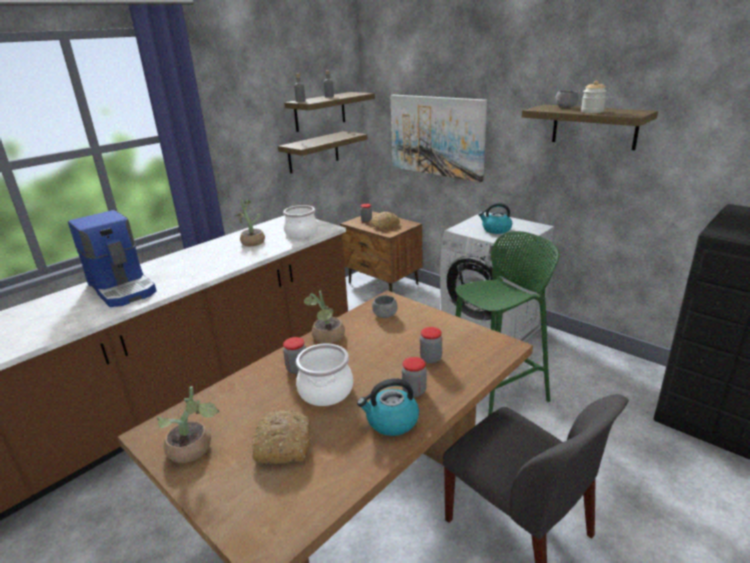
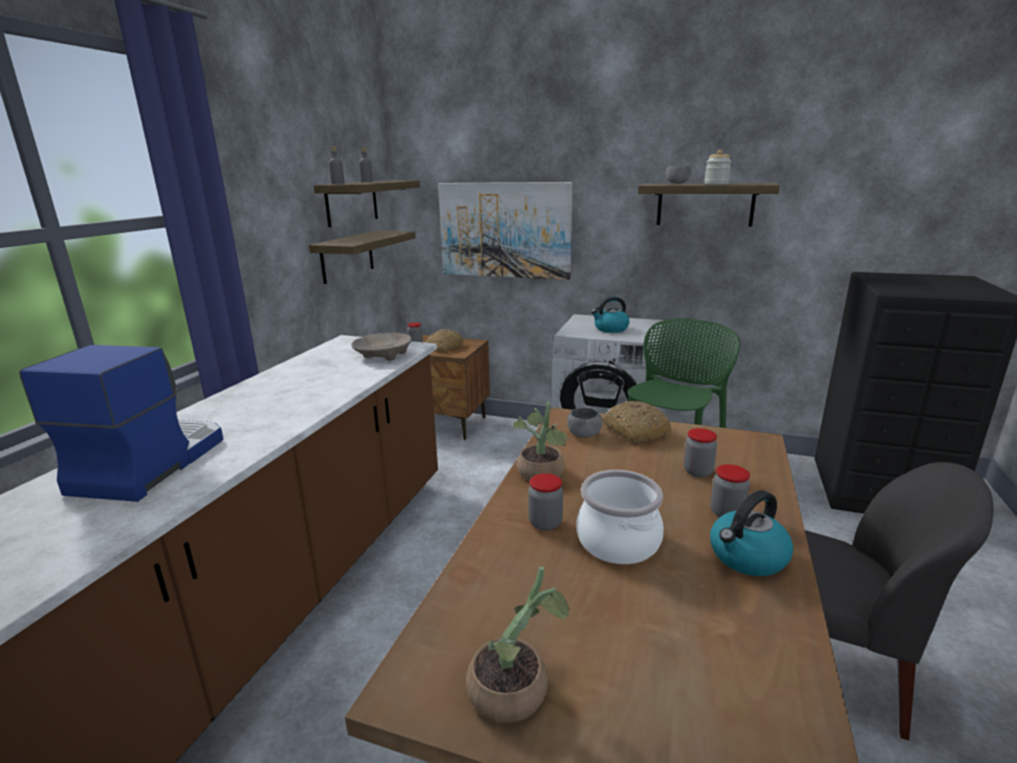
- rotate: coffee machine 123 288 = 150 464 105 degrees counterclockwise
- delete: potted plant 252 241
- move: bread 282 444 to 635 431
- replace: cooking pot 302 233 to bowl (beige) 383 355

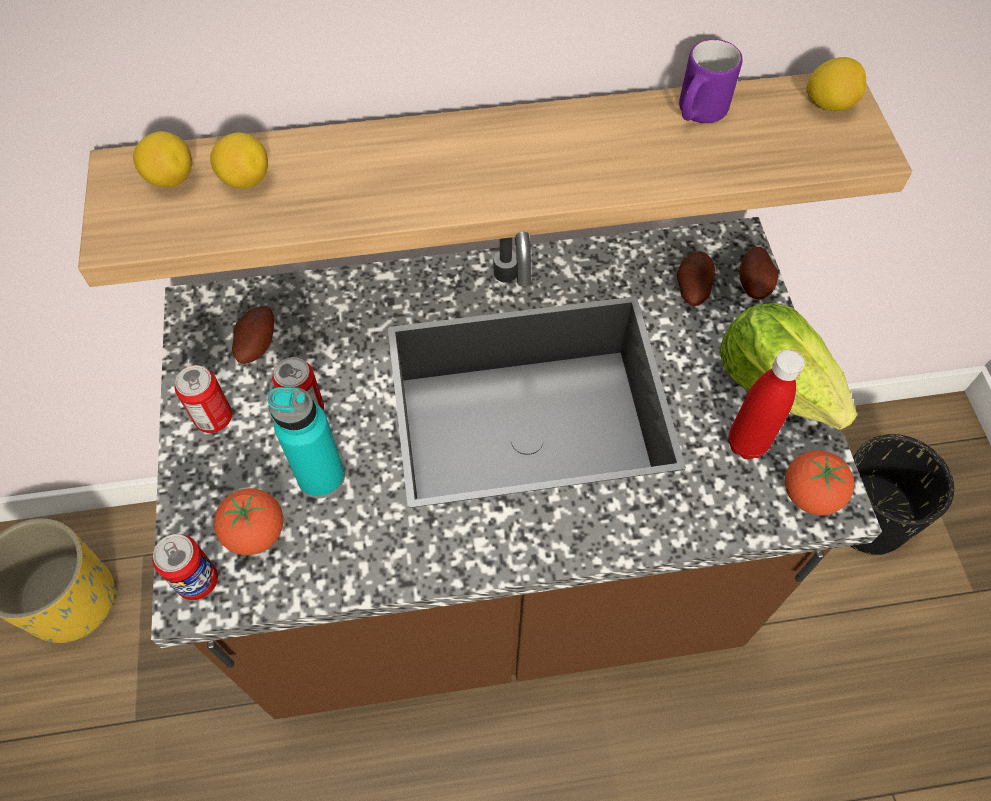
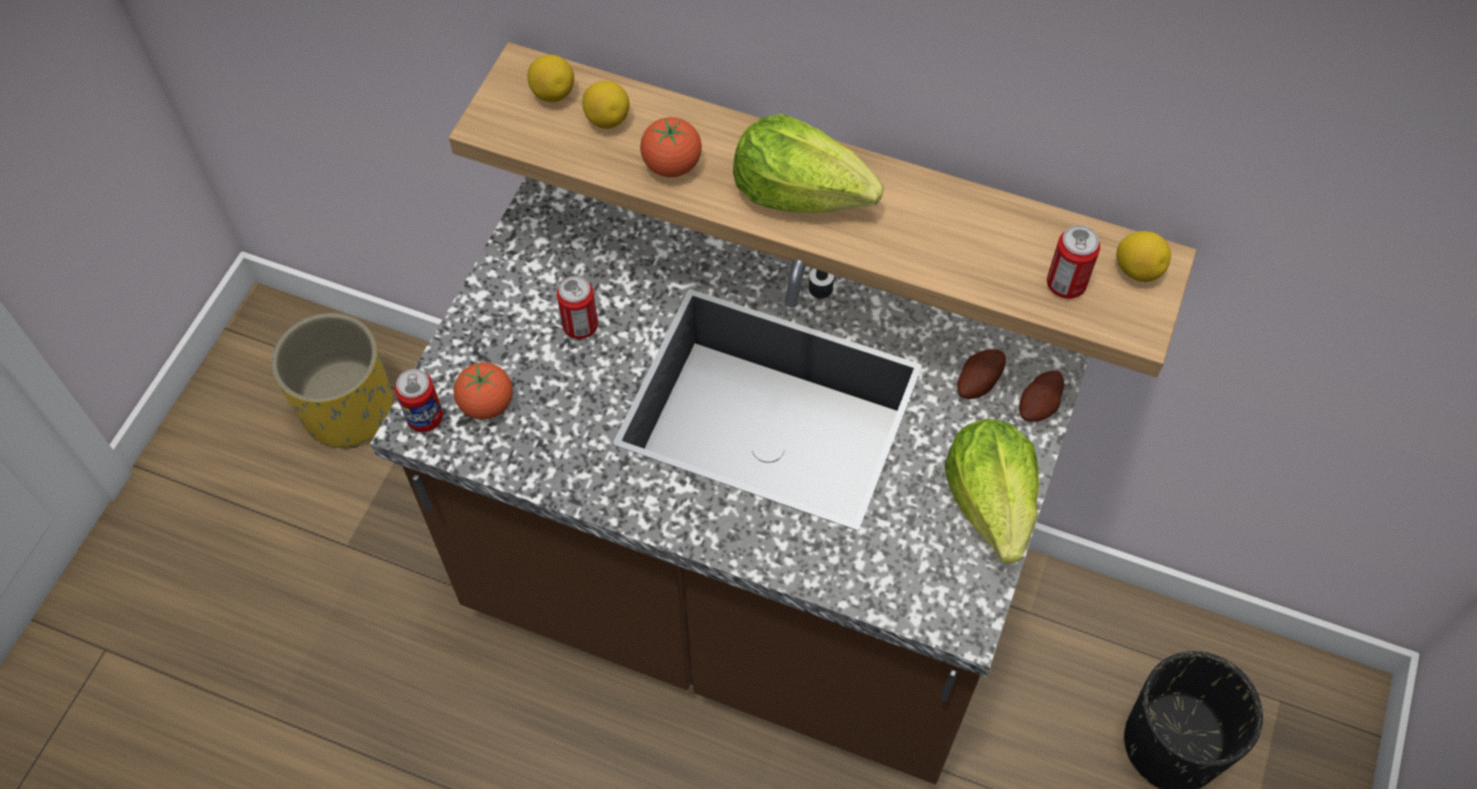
- move: can 214 418 to 1066 284
- delete: potato 256 344
- delete: bottle (turquoise) 321 477
- delete: mug (purple) 697 114
- delete: bottle (red) 746 444
- move: tomato 810 495 to 672 165
- insert: lettuce 801 192

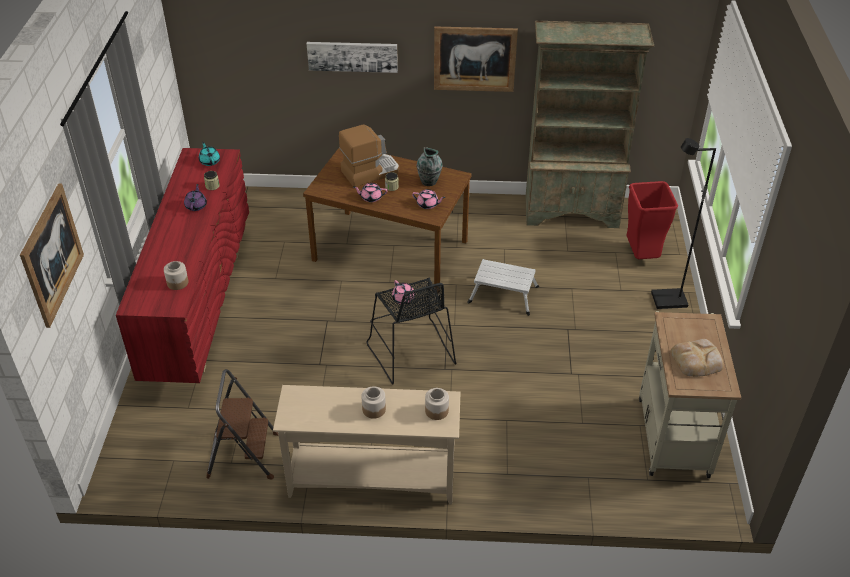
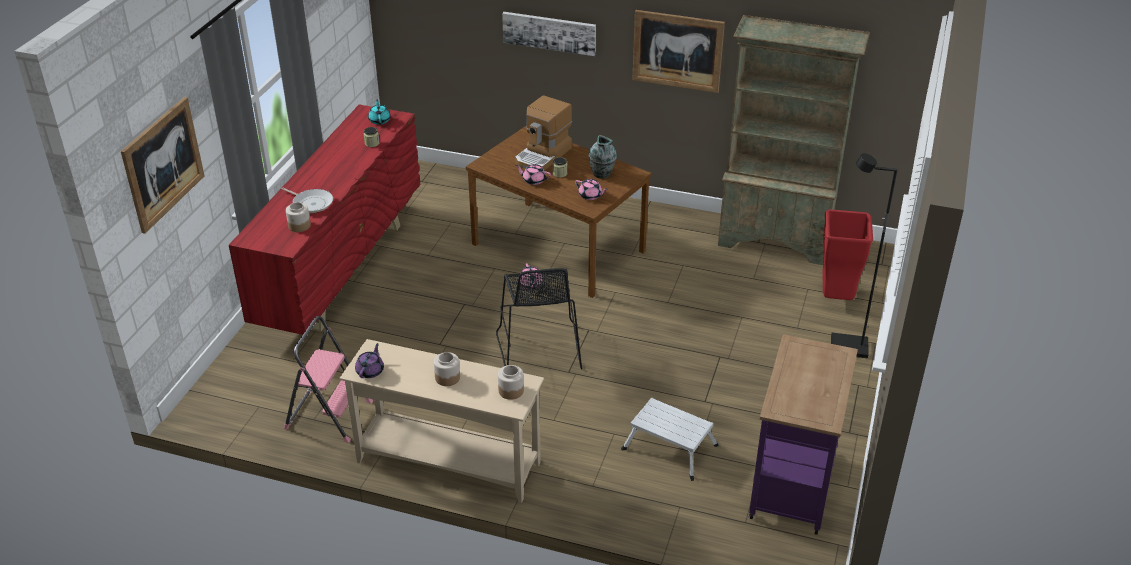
- move: teapot (purple) 196 206 to 370 371
- recolor: step ladder (brown) 240 454 to step ladder (pink) 325 413
- rotate: coffee machine 370 172 = 543 156 135 degrees clockwise
- move: step ladder (white) 504 294 to 670 447
- recolor: cart (beige) 672 434 to cart (purple) 793 483
- delete: bread 697 361
- insert: frying pan 311 203

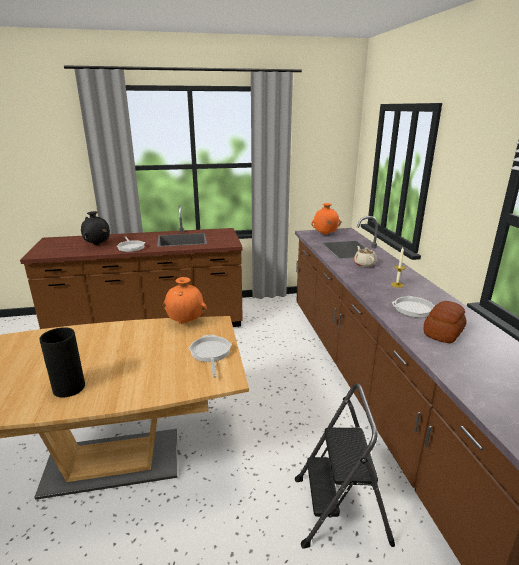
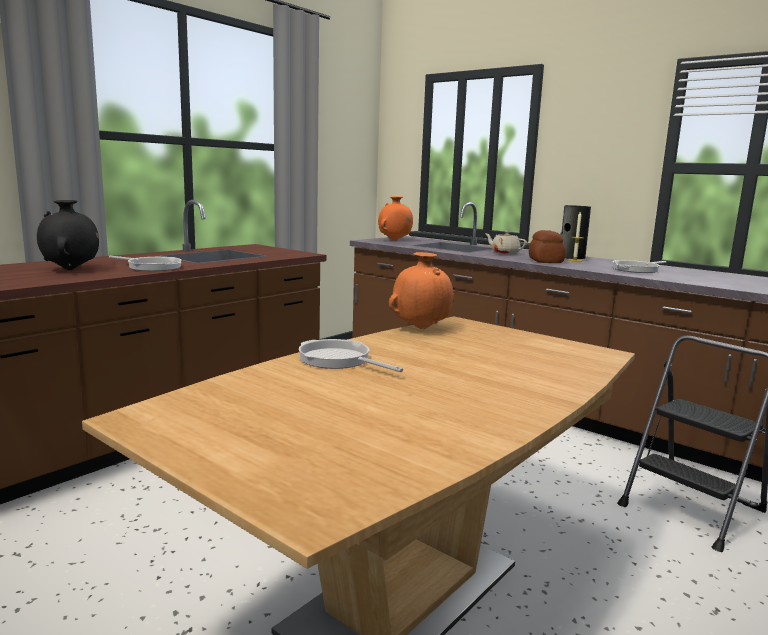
- move: vase 68 387 to 571 257
- move: frying pan 210 353 to 338 360
- move: bread 443 333 to 546 261

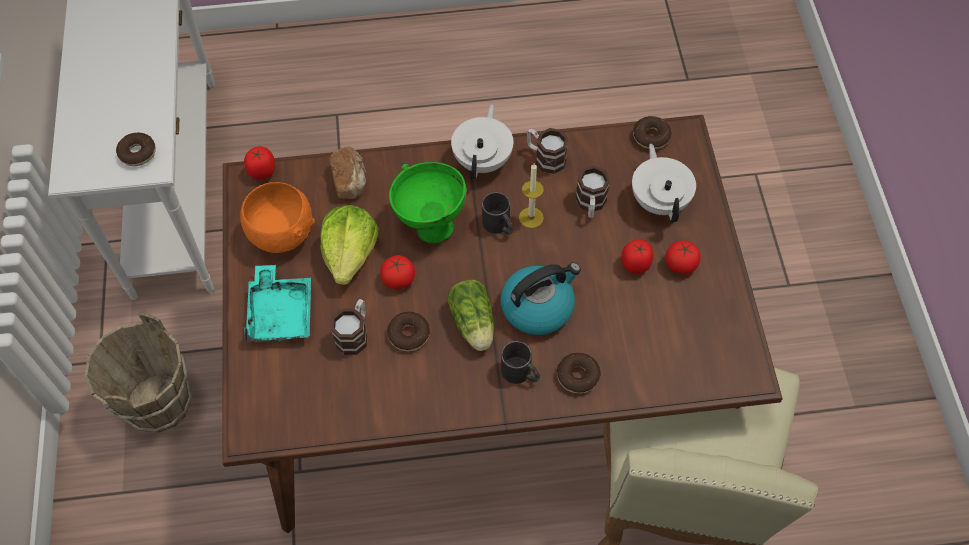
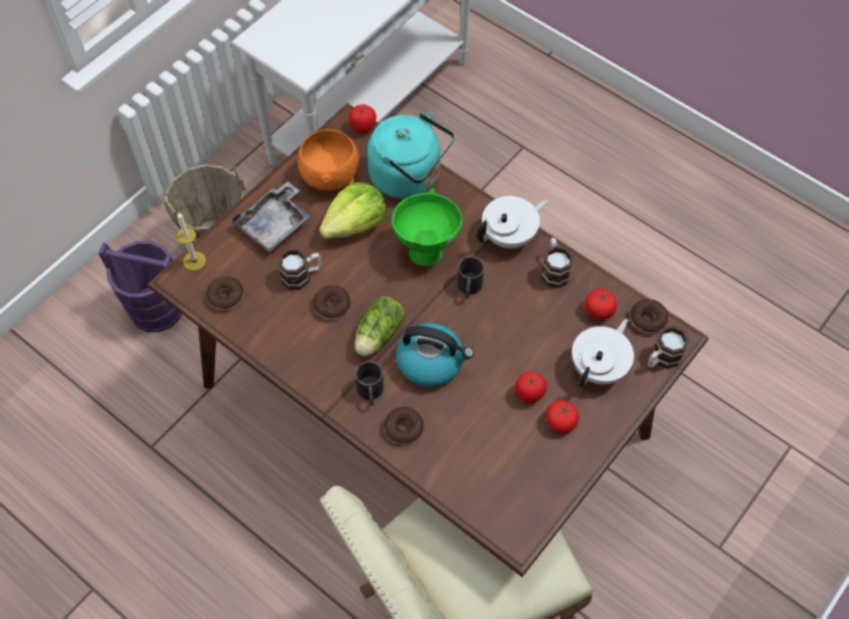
- move: donut 138 153 to 226 296
- recolor: tray (turquoise) 281 313 to tray (grey) 275 224
- replace: bread 350 180 to kettle (turquoise) 409 177
- move: tomato 398 279 to 599 310
- move: candle 531 217 to 194 261
- move: mug 590 204 to 662 359
- insert: bucket (purple) 156 308

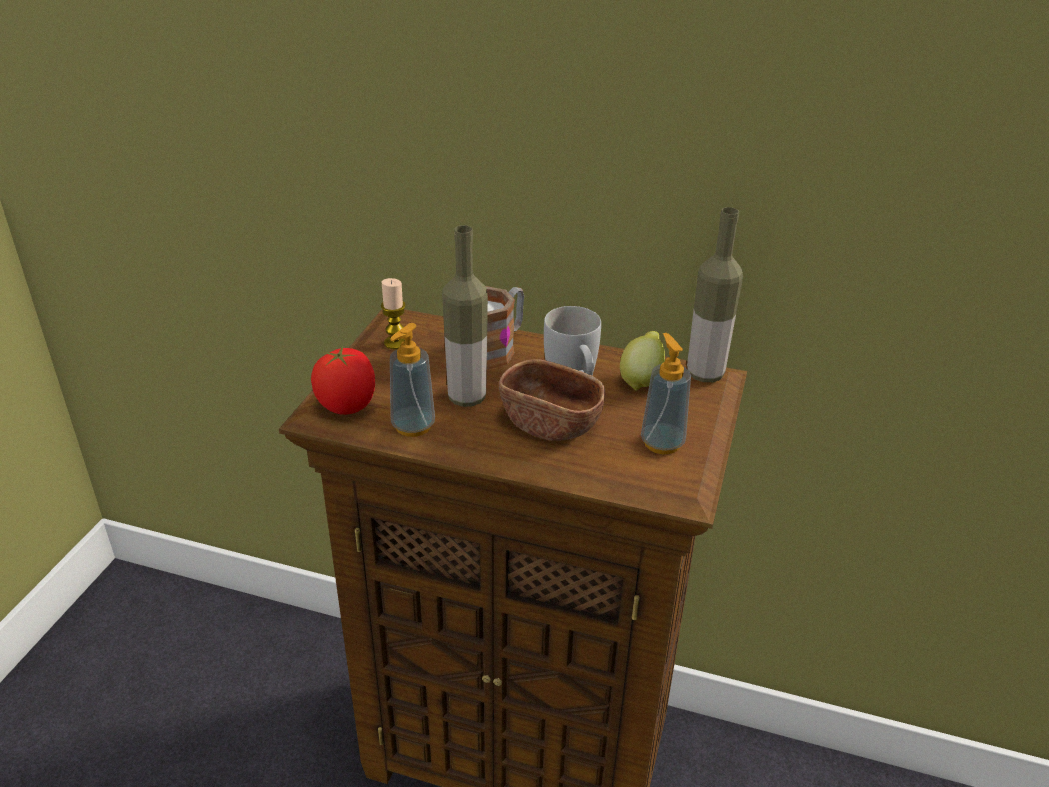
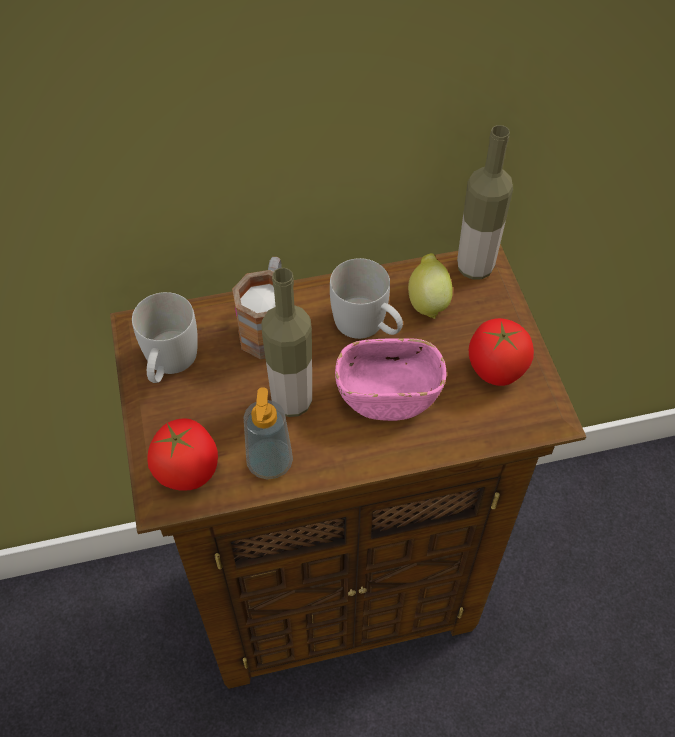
- replace: candle 395 343 to mug (white) 169 364
- recolor: bowl (brown) 550 423 to bowl (pink) 388 394
- replace: soap dispenser 662 443 to tomato 495 369

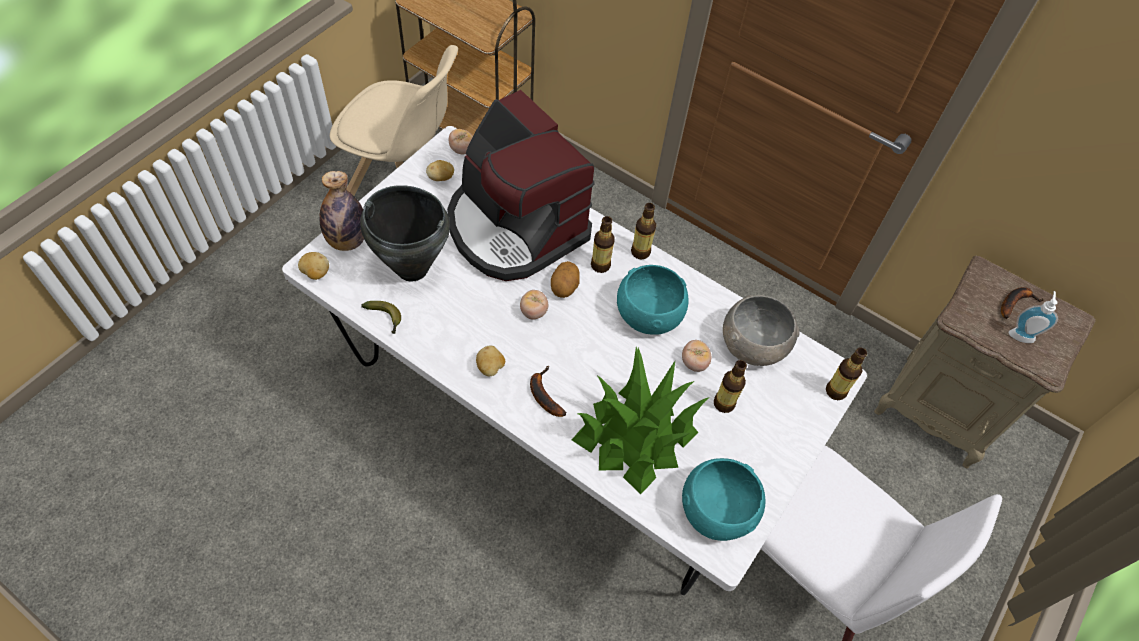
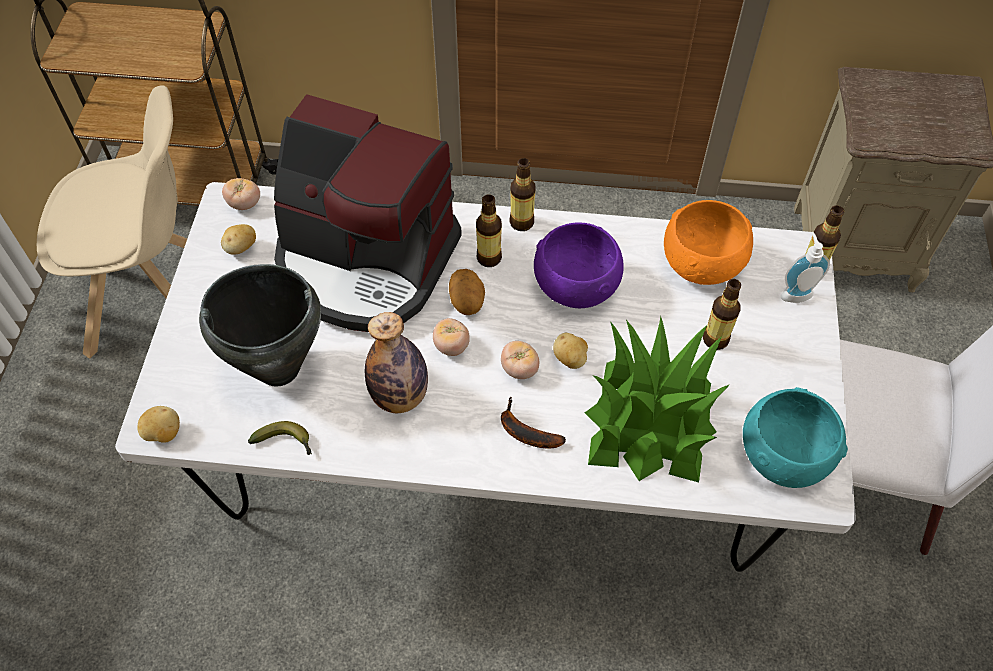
- move: bottle 347 241 to 400 396
- move: potato 490 367 to 570 359
- recolor: bowl (turquoise) 648 315 to bowl (purple) 576 286
- move: tomato 694 362 to 519 369
- recolor: bowl (grey) 754 345 to bowl (orange) 703 262
- delete: banana 1015 302
- move: soap dispenser 1021 334 to 795 292

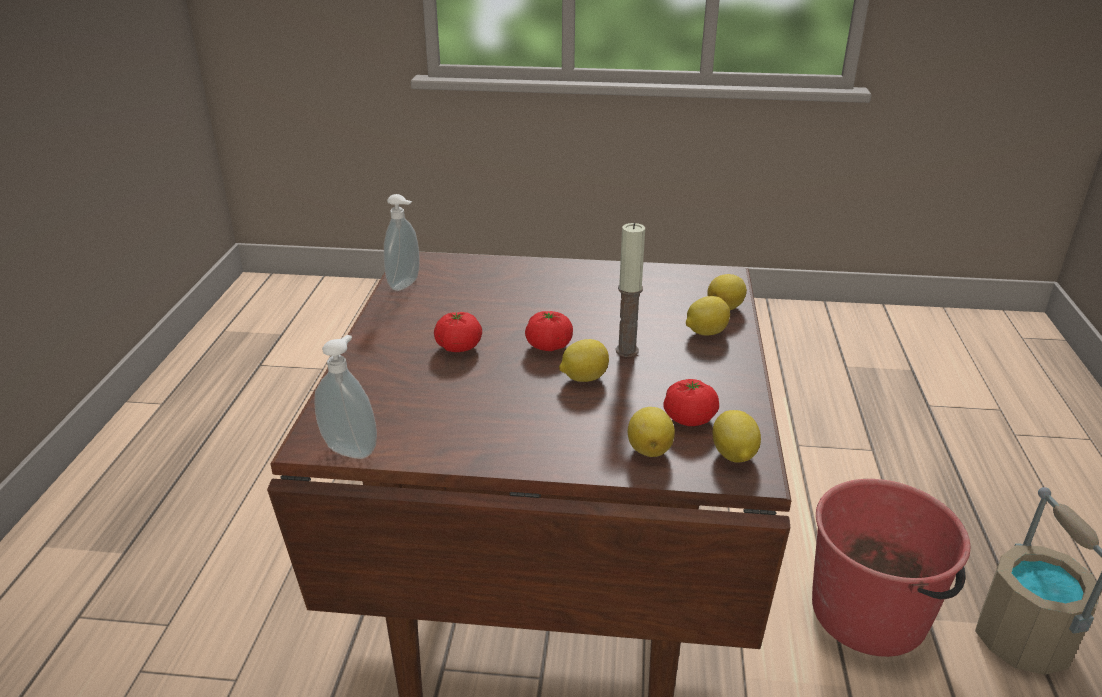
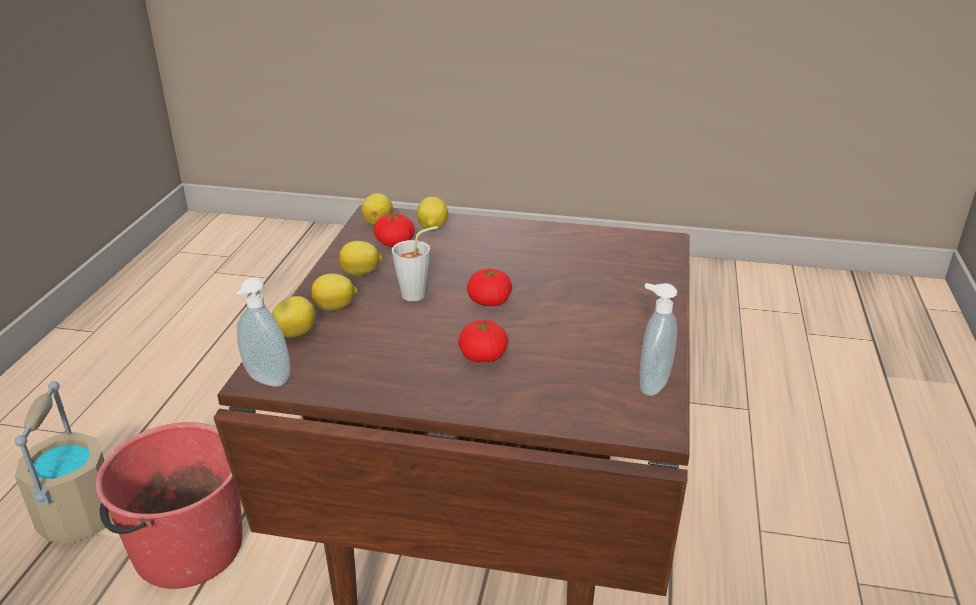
- move: soap dispenser 352 449 to 265 381
- move: tomato 459 347 to 483 356
- move: lemon 583 378 to 361 273
- replace: candle 627 350 to cup (grey) 418 294

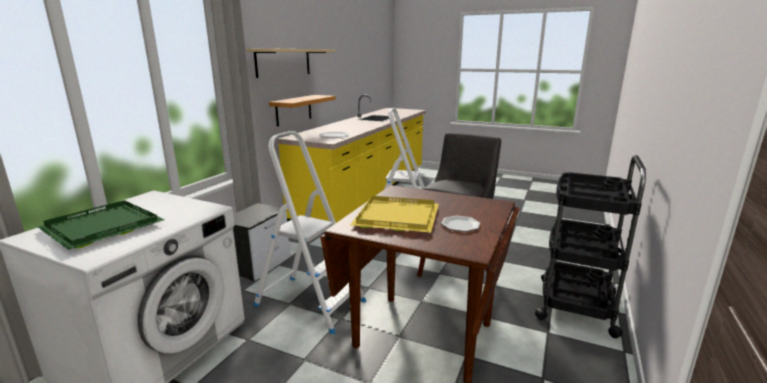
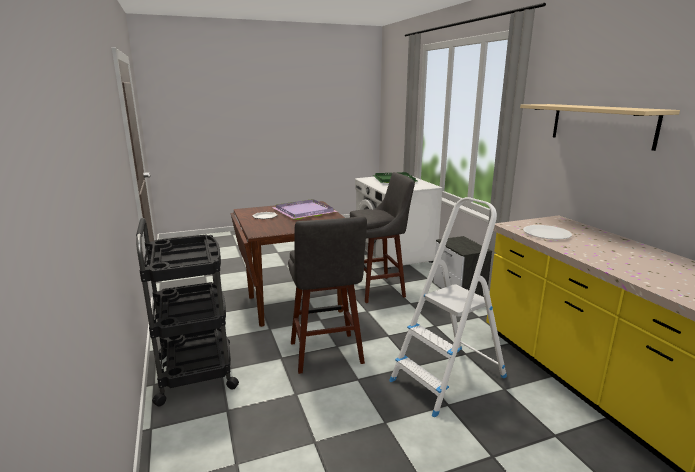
- replace: step ladder (white) 311 303 to stool (grey) 379 289
- delete: shelf 293 110
- recolor: tray (yellow) 399 216 to tray (purple) 304 212

